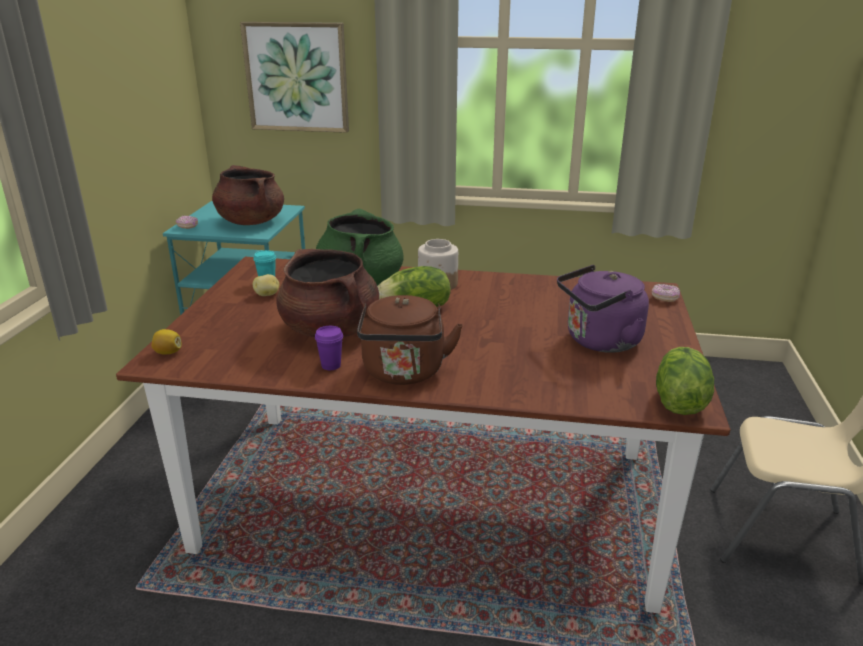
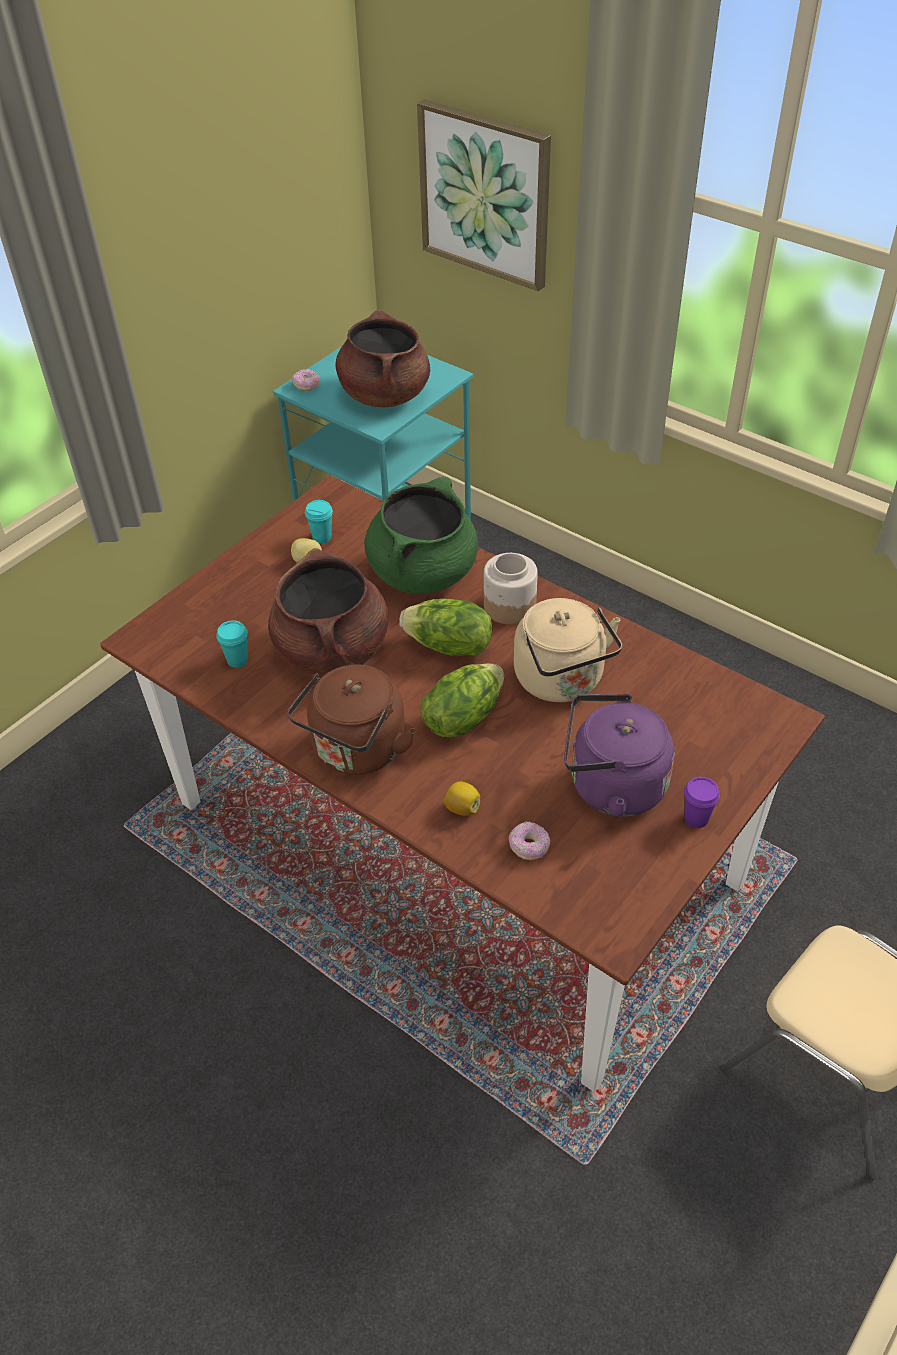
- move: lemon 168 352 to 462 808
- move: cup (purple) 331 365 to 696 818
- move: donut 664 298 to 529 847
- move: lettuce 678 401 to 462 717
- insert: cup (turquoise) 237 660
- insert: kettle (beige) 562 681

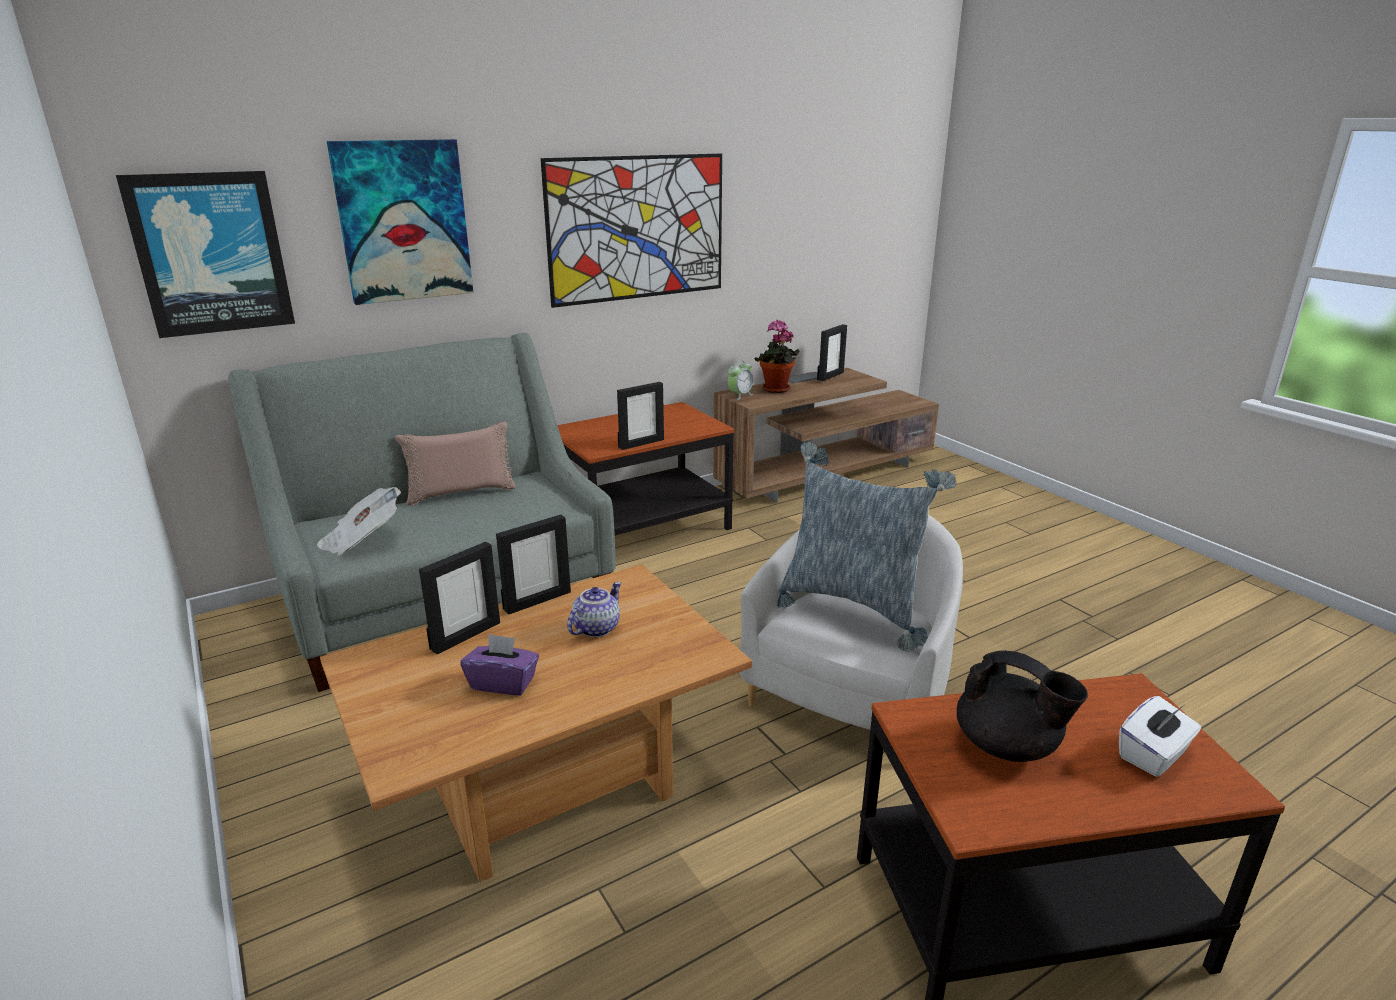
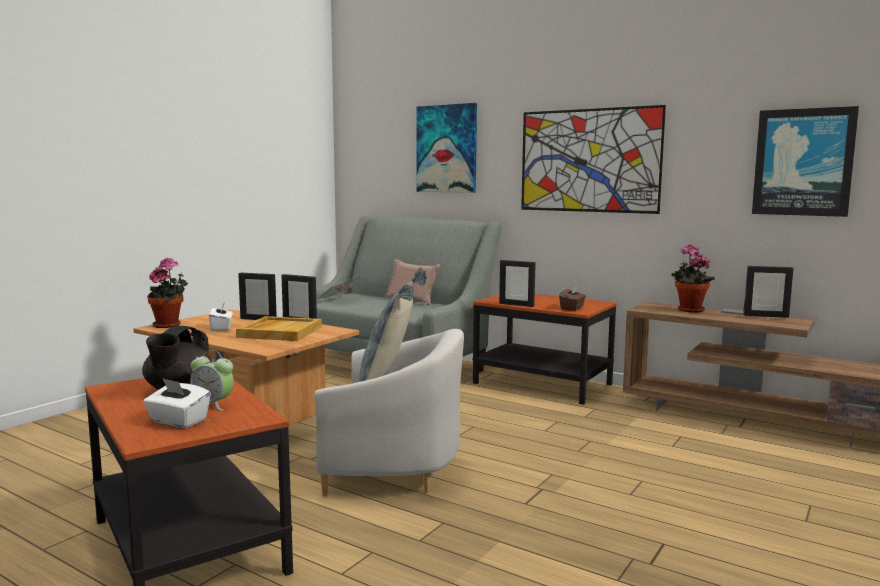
- move: picture 211 254 to 803 162
- recolor: tissue box (purple) 503 683 to tissue box (white) 221 328
- replace: teapot 596 628 to tray (beige) 280 332
- move: alarm clock 740 395 to 213 405
- insert: potted plant 169 325
- insert: tissue box (brown) 572 308

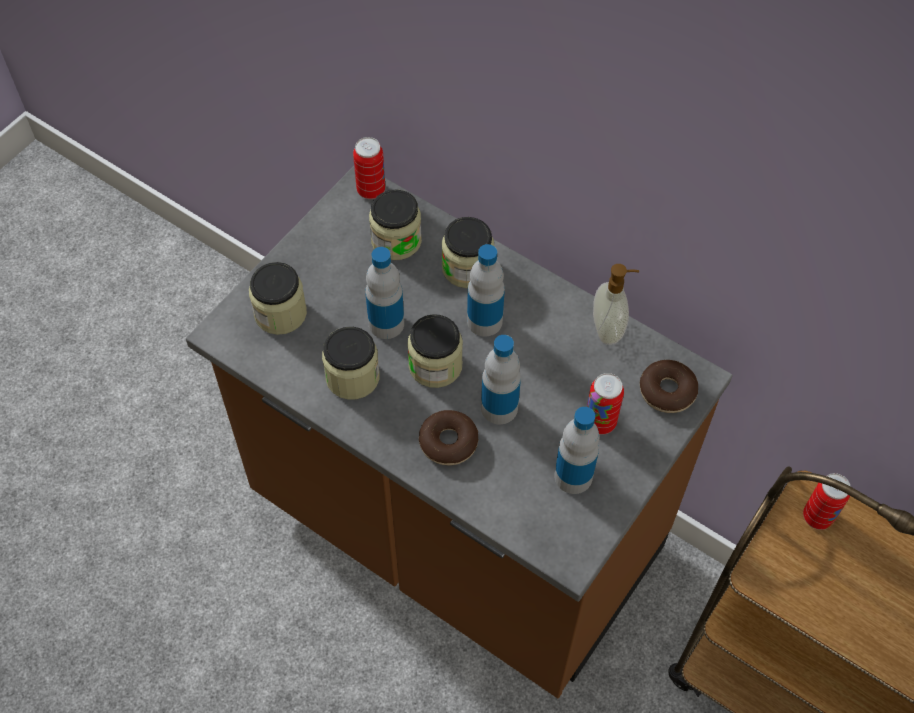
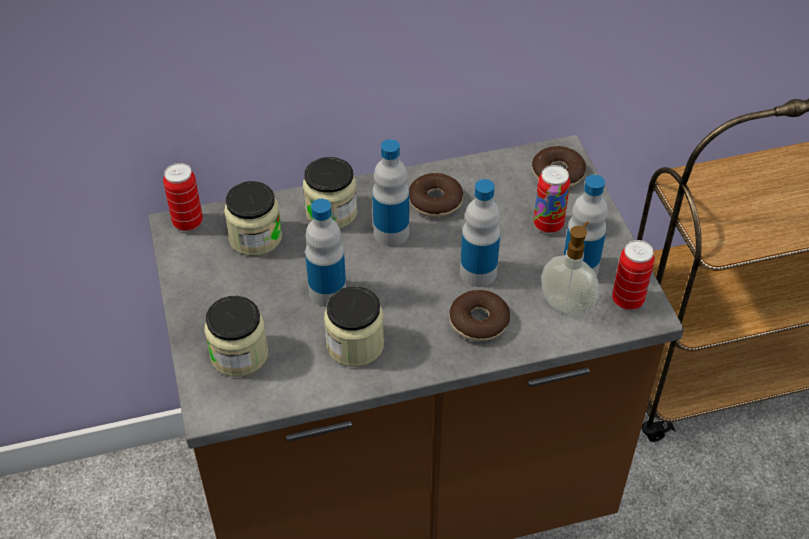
- delete: jar 435 365
- move: soap dispenser 608 329 to 567 305
- move: can 817 517 to 627 300
- insert: donut 435 202

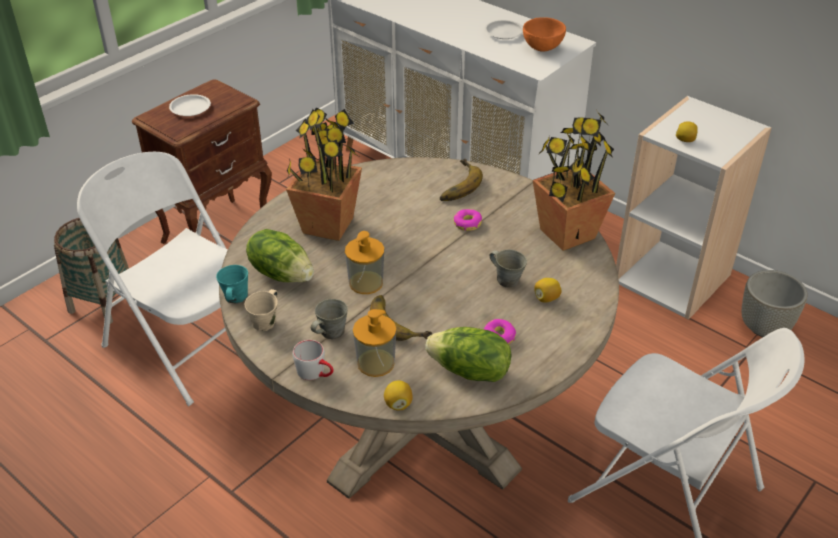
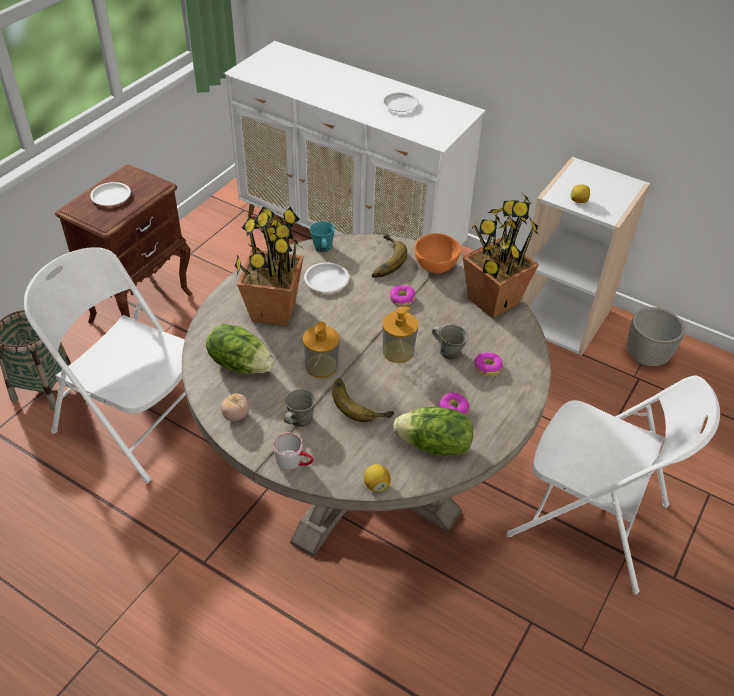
- move: mug (turquoise) 235 298 to 322 248
- replace: mug (beige) 265 322 to tomato 236 415
- move: soap dispenser 375 363 to 398 351
- move: bowl (orange) 542 47 to 435 266
- replace: lemon 546 298 to donut 487 367
- insert: plate (white) 326 280

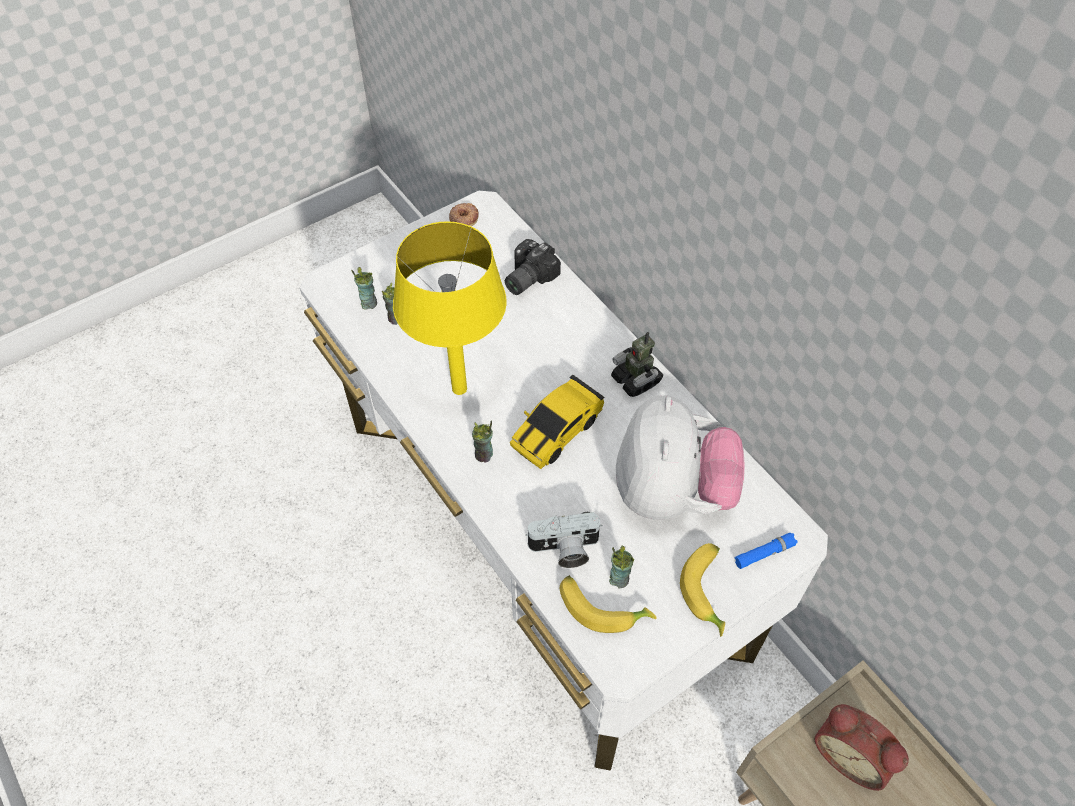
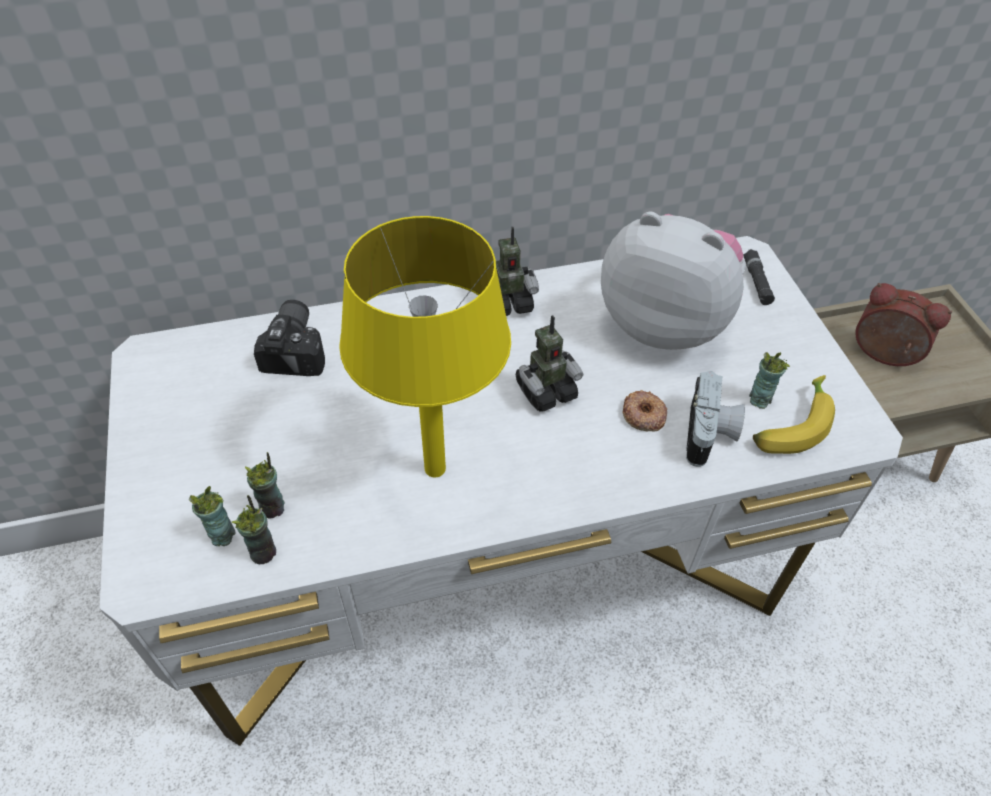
- move: donut 463 218 to 643 415
- move: cup 484 455 to 263 552
- rotate: photo camera 526 277 = 298 349 150 degrees counterclockwise
- replace: toy car 557 431 to toy robot 545 391
- delete: banana 708 590
- recolor: flashlight (blue) 764 553 to flashlight (black) 757 282
- rotate: alarm clock 851 753 = 882 355 120 degrees counterclockwise

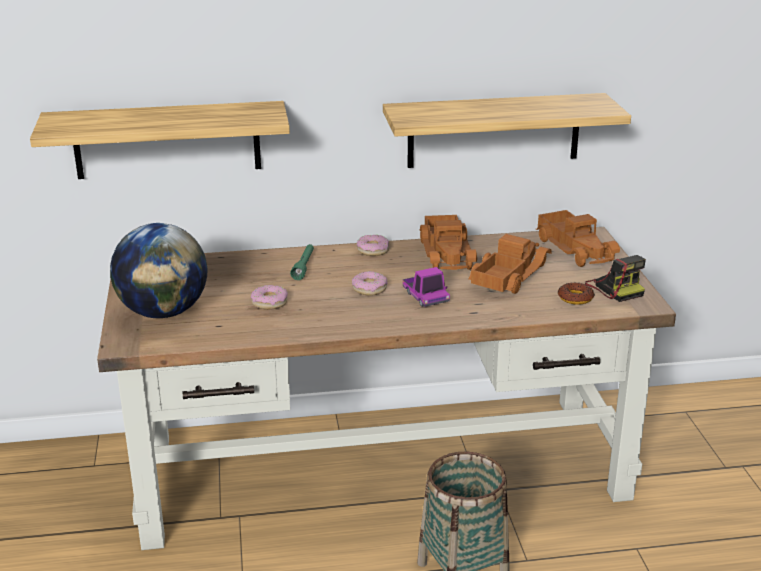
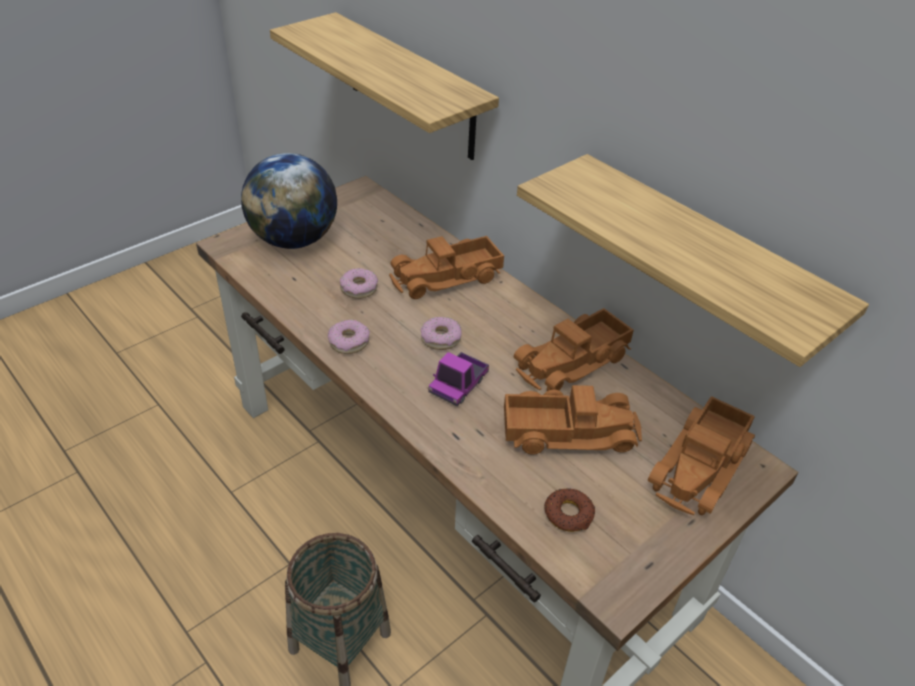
- replace: flashlight (green) 304 266 to toy truck 447 278
- move: donut 373 250 to 349 342
- delete: photo camera 614 288

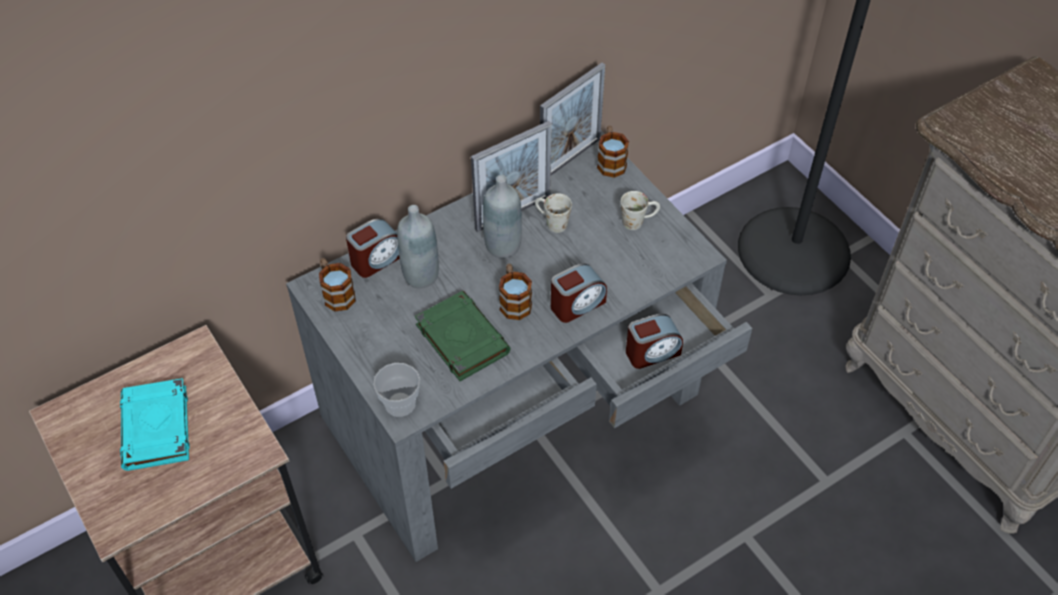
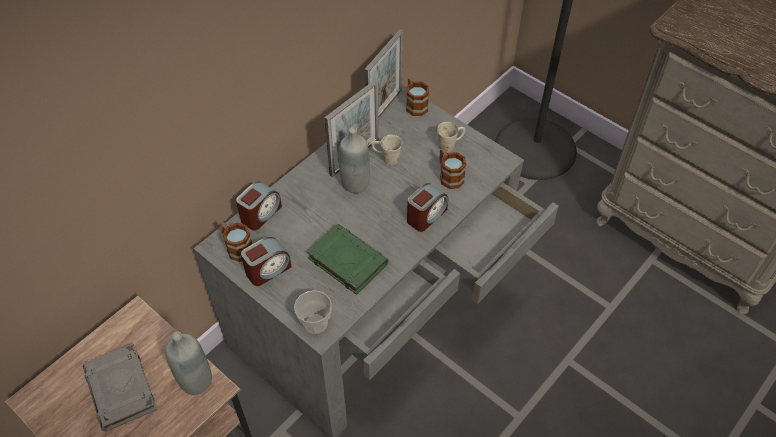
- recolor: book (turquoise) 157 429 to book (grey) 121 390
- move: bottle (grey) 421 275 to 196 381
- move: mug 514 301 to 449 175
- move: alarm clock 652 352 to 268 270

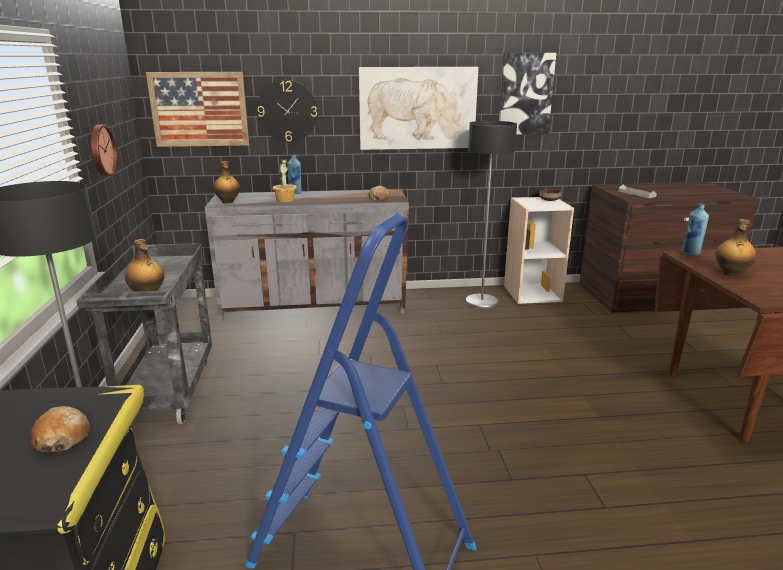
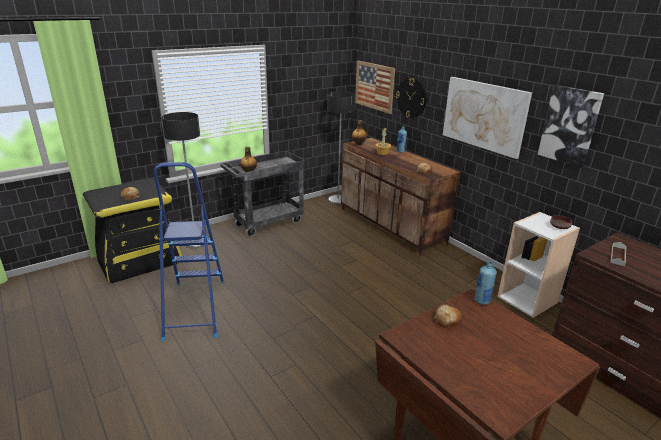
- delete: wall clock 101 150
- recolor: cabinet (grey) 315 306 to cabinet (brown) 390 226
- move: floor lamp 481 302 to 338 200
- replace: bottle 730 274 to bread 447 320

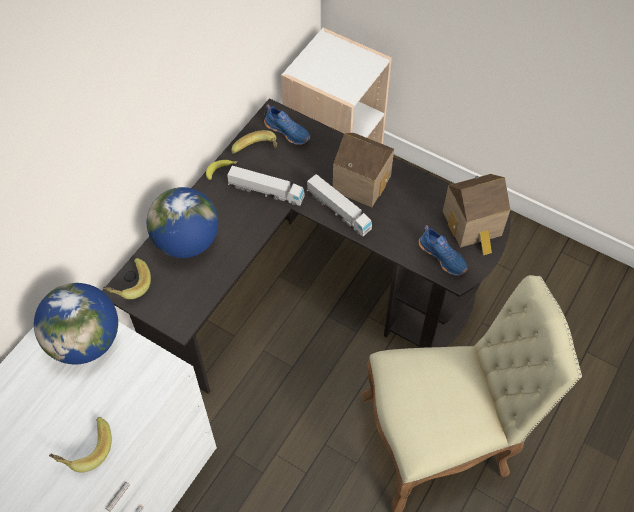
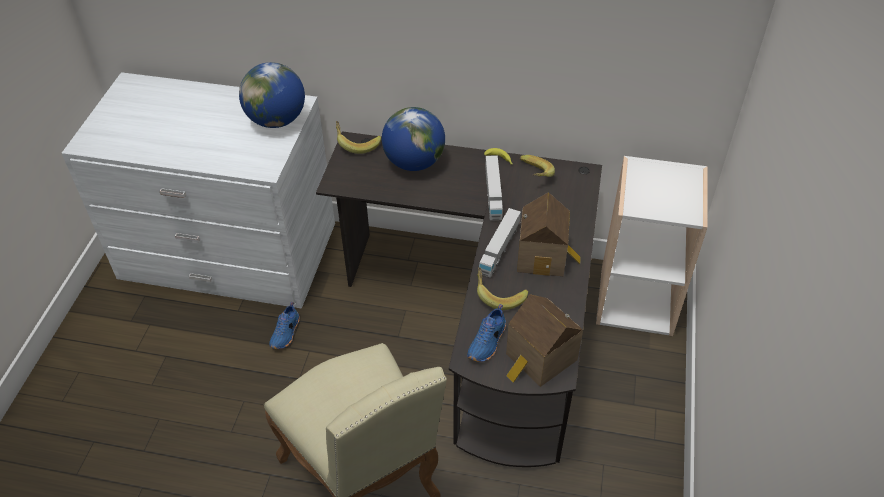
- move: banana 85 449 to 499 295
- move: shoe (blue) 288 131 to 286 333

